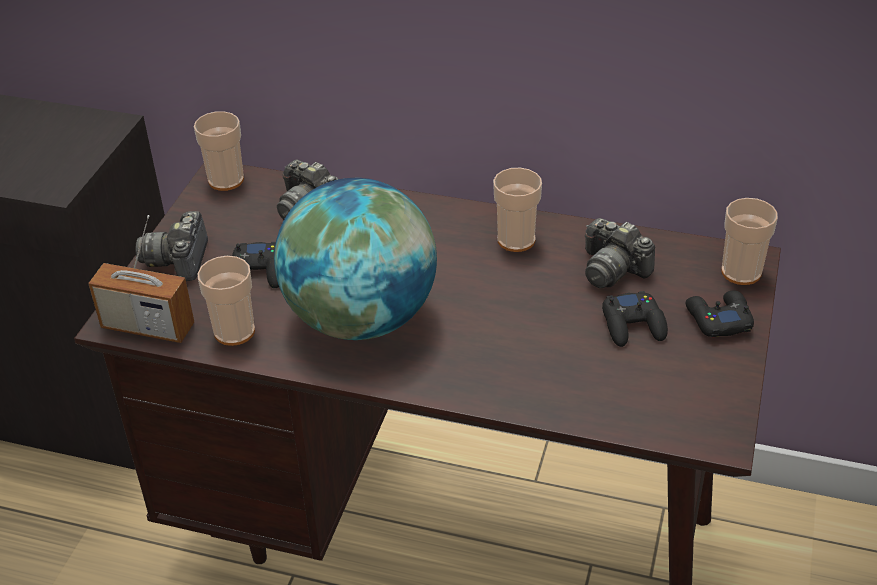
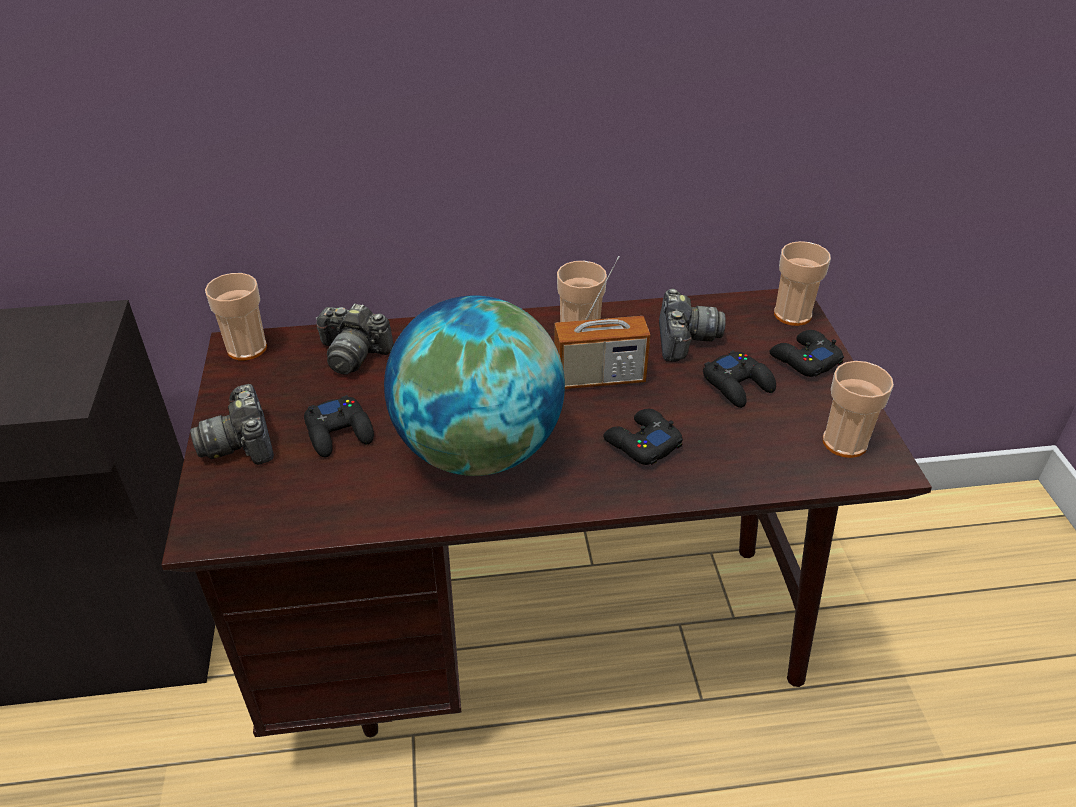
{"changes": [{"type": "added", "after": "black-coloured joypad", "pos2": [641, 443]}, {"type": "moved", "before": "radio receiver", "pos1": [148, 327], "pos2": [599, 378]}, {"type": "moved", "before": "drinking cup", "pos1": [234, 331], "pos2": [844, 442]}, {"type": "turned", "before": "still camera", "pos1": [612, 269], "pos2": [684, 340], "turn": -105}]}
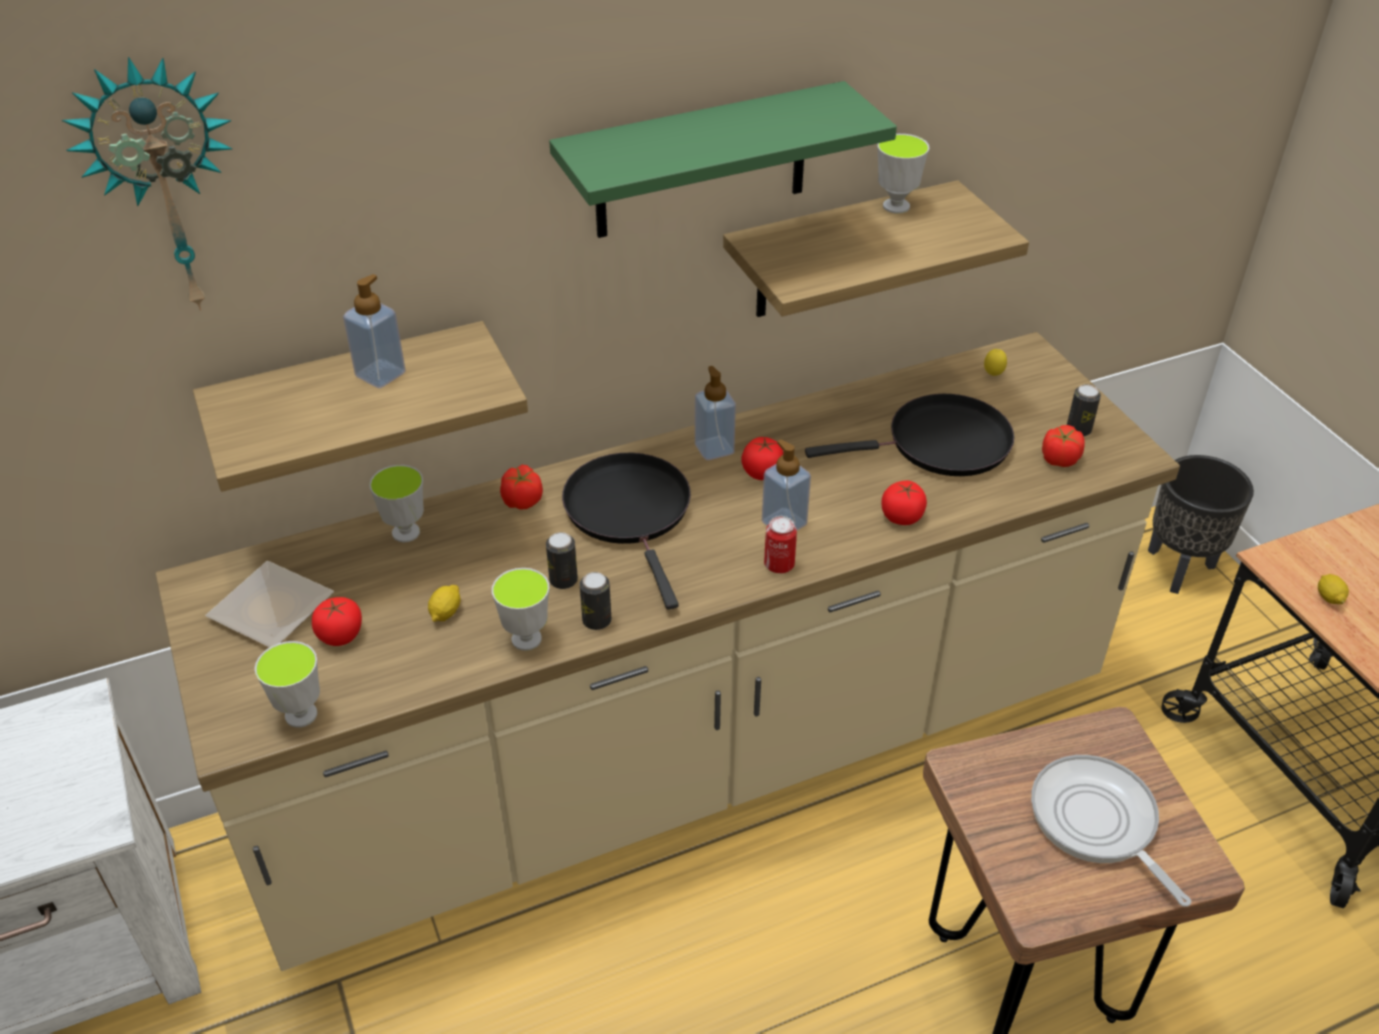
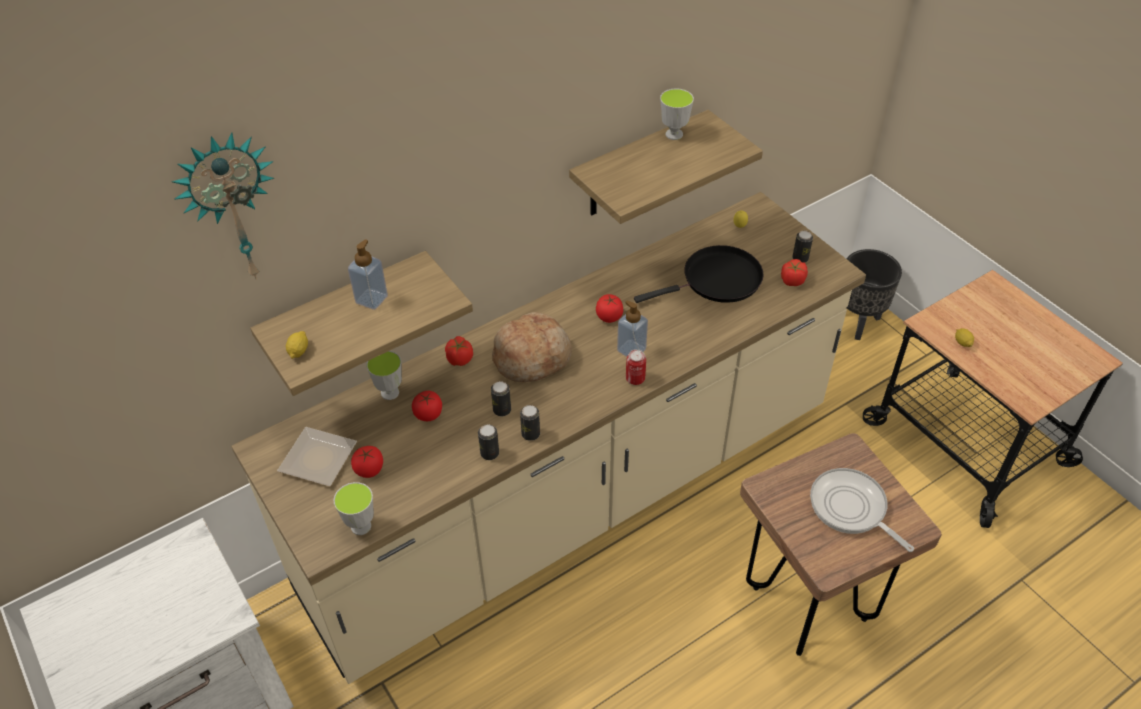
{"changes": [{"type": "removed", "before": "green bracket shelf", "pos1": [701, 162]}, {"type": "removed", "before": "soap dispenser", "pos1": [714, 448]}, {"type": "moved", "before": "lemon", "pos1": [446, 612], "pos2": [299, 351]}, {"type": "moved", "before": "whole tomato", "pos1": [902, 517], "pos2": [428, 414]}, {"type": "replaced", "before": "drinking cup", "after": "metal can", "pos1": [526, 639], "pos2": [489, 453]}, {"type": "replaced", "before": "black-coloured pan", "after": "bread", "pos1": [630, 512], "pos2": [532, 357]}]}
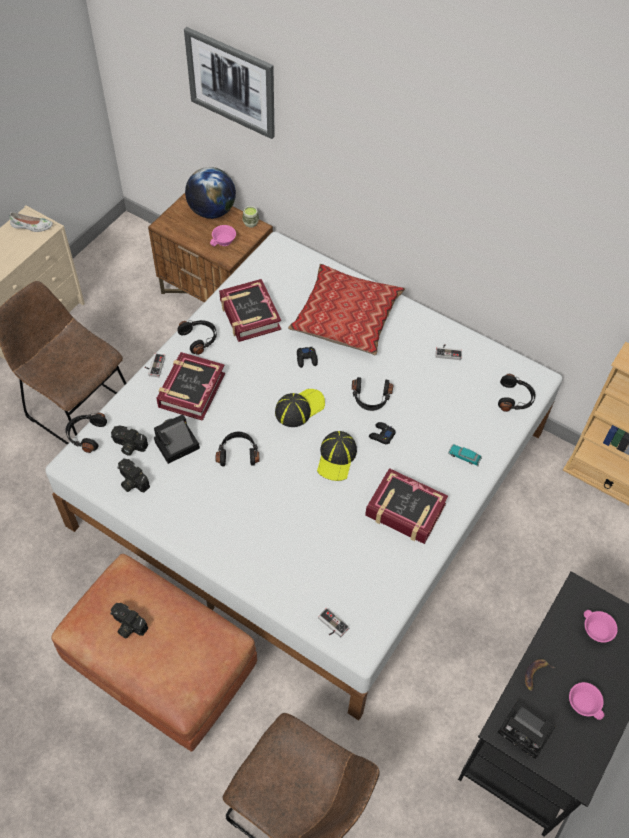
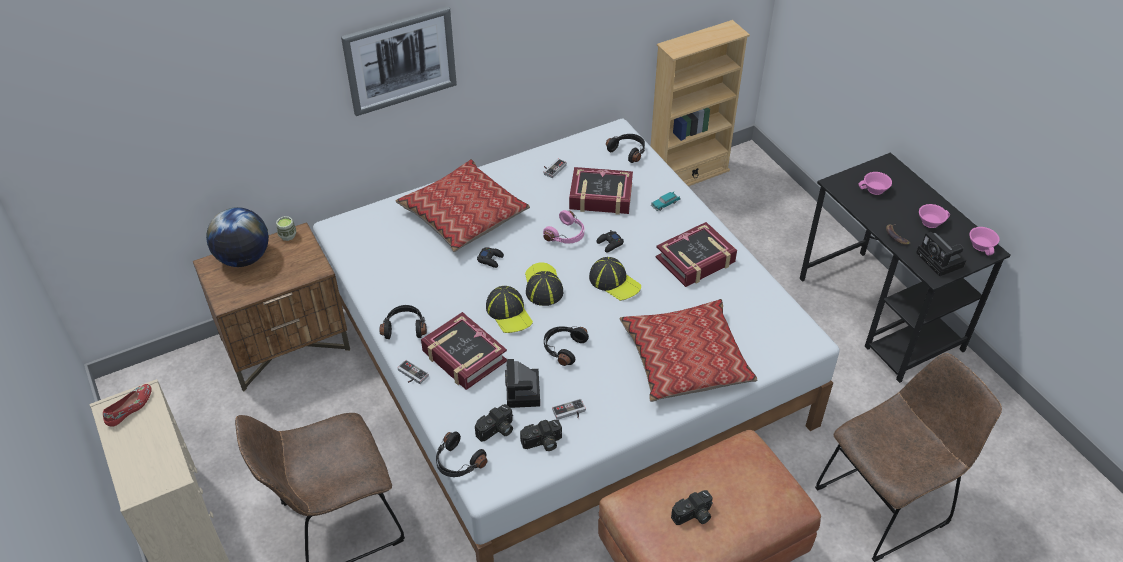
{"changes": [{"type": "added", "after": "peaked cap", "pos2": [509, 313]}, {"type": "added", "after": "cushion", "pos2": [685, 359]}, {"type": "moved", "before": "wall art", "pos1": [231, 82], "pos2": [400, 60]}, {"type": "moved", "before": "pink drinking cup", "pos1": [224, 242], "pos2": [982, 246]}, {"type": "moved", "before": "book", "pos1": [249, 315], "pos2": [600, 197]}, {"type": "moved", "before": "joypad", "pos1": [331, 625], "pos2": [570, 413]}, {"type": "recoloured", "before": "white low shoe", "after": "red-coloured low shoe", "pos1": [32, 226], "pos2": [130, 408]}, {"type": "recoloured", "before": "black-coloured headset", "after": "pink headset", "pos1": [371, 398], "pos2": [566, 235]}, {"type": "turned", "before": "still camera", "pos1": [527, 732], "pos2": [941, 261], "turn": 90}]}
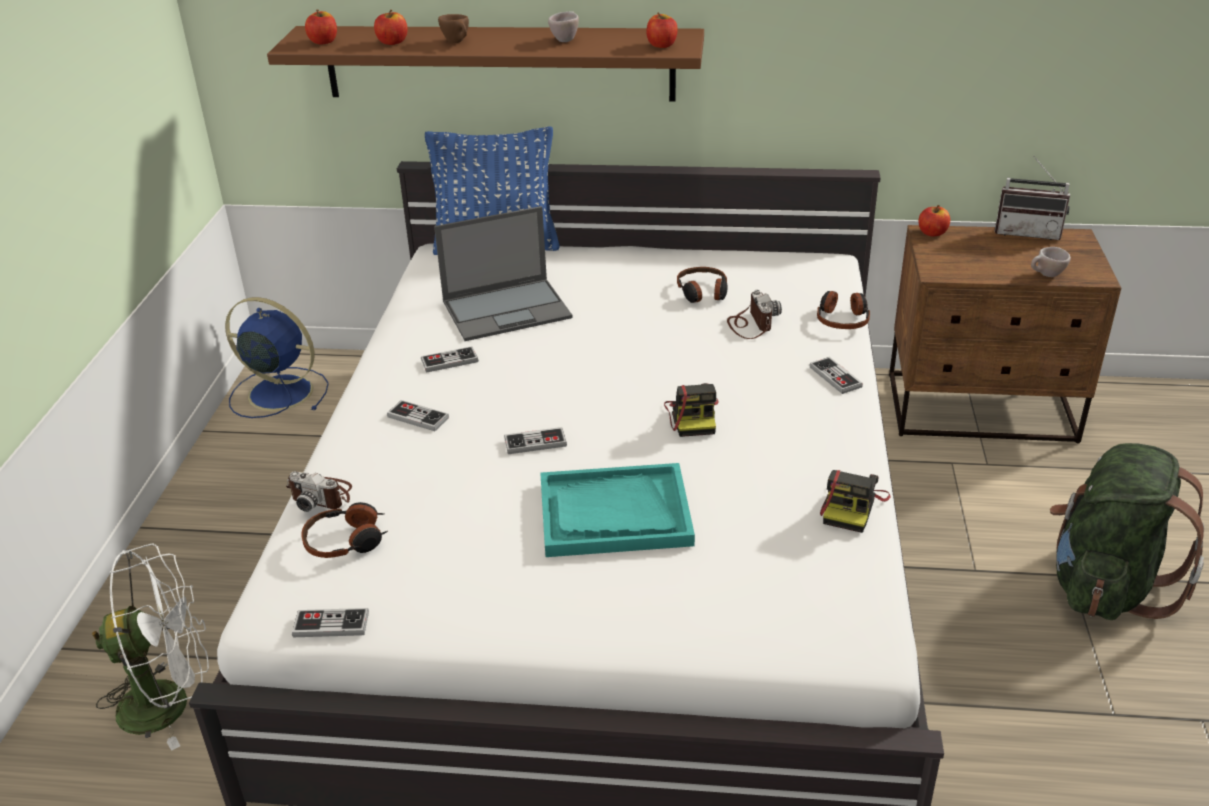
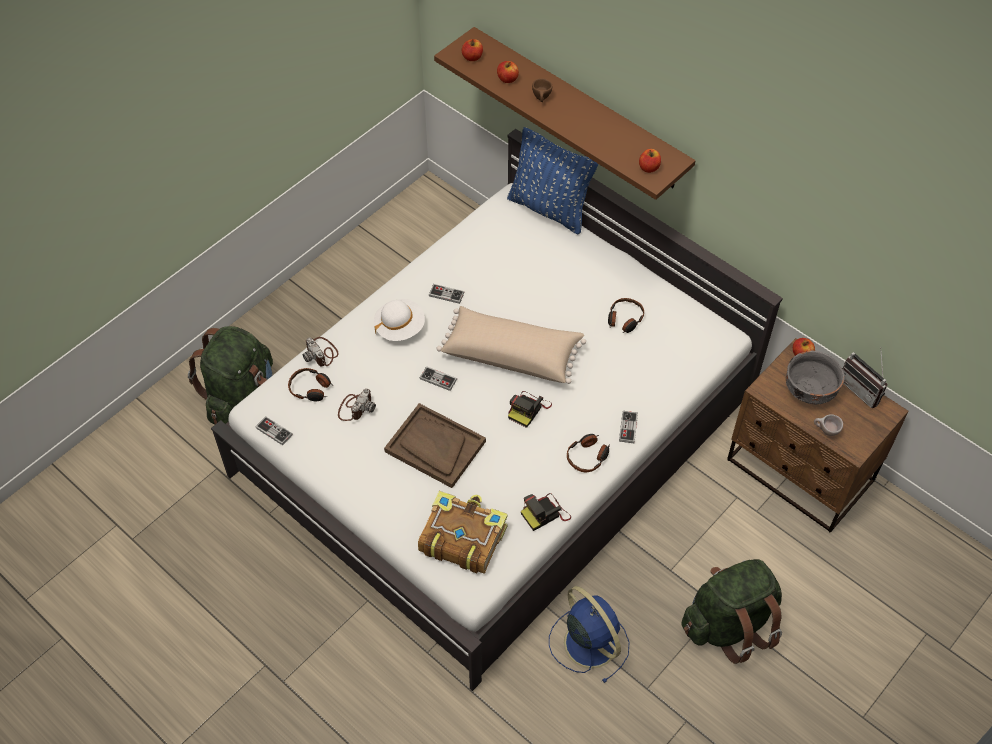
{"changes": [{"type": "removed", "before": "notebook computer", "pos1": [508, 309]}, {"type": "removed", "before": "beige-coloured drinking cup", "pos1": [566, 39]}, {"type": "added", "after": "book", "pos2": [462, 538]}, {"type": "added", "after": "beige-coloured cushion", "pos2": [511, 353]}, {"type": "added", "after": "greyish bowl", "pos2": [809, 391]}, {"type": "moved", "before": "blue fan", "pos1": [278, 392], "pos2": [588, 641]}, {"type": "moved", "before": "still camera", "pos1": [751, 324], "pos2": [355, 407]}, {"type": "moved", "before": "headset", "pos1": [842, 319], "pos2": [588, 456]}, {"type": "replaced", "before": "white fan", "after": "green backpack", "pos1": [170, 702], "pos2": [241, 397]}, {"type": "replaced", "before": "joypad", "after": "white wearable hat", "pos1": [418, 417], "pos2": [400, 327]}, {"type": "recoloured", "before": "blue-green serving tray", "after": "brown-coloured serving tray", "pos1": [614, 514], "pos2": [435, 447]}]}
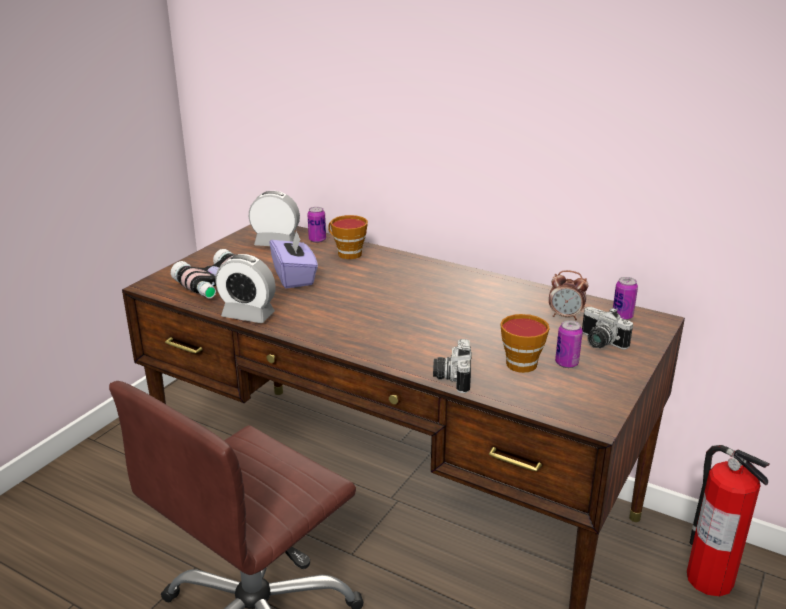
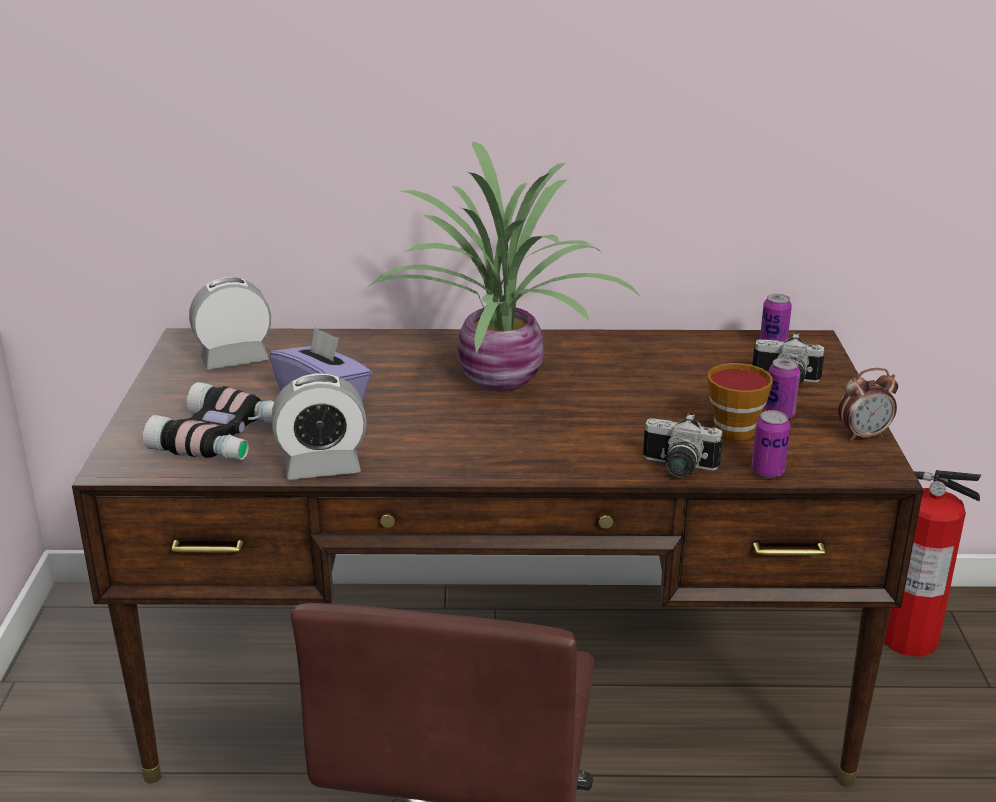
{"changes": [{"type": "removed", "before": "drinking cup", "pos1": [347, 253]}, {"type": "added", "after": "plant in a pot", "pos2": [498, 382]}, {"type": "moved", "before": "metal can", "pos1": [317, 240], "pos2": [767, 471]}, {"type": "moved", "before": "bedside clock", "pos1": [565, 316], "pos2": [863, 435]}, {"type": "turned", "before": "still camera", "pos1": [451, 377], "pos2": [677, 468], "turn": -45}]}
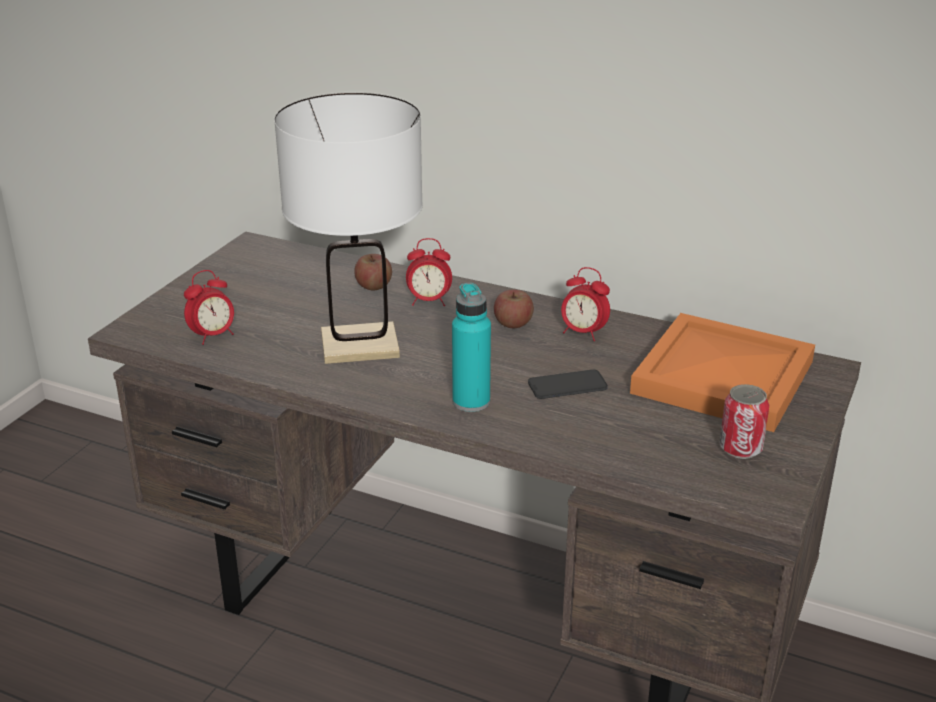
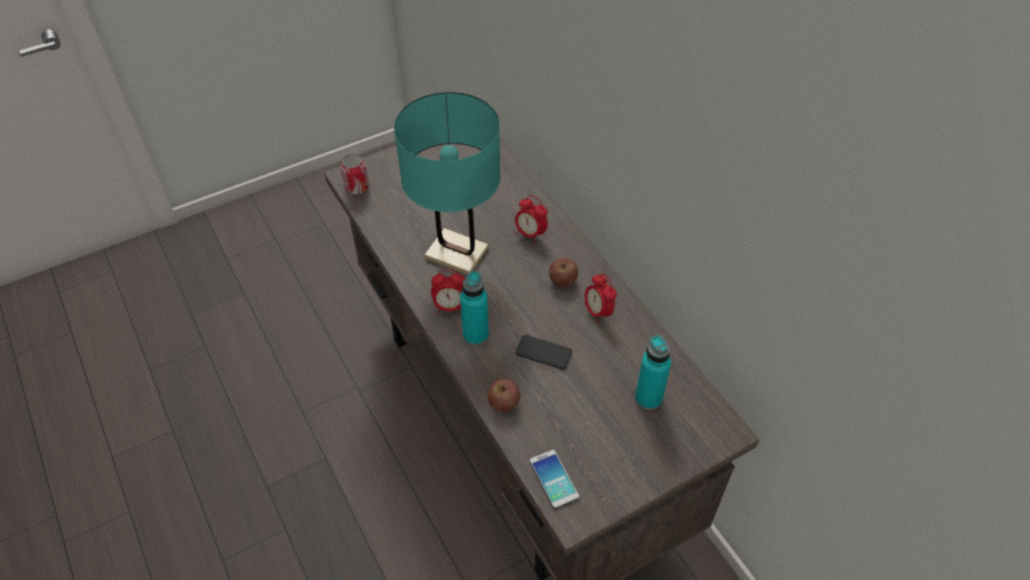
{"changes": [{"type": "added", "after": "handset", "pos2": [553, 479]}, {"type": "moved", "before": "bedside clock", "pos1": [213, 336], "pos2": [450, 307]}, {"type": "moved", "before": "whole apple", "pos1": [373, 286], "pos2": [504, 403]}, {"type": "moved", "before": "metal can", "pos1": [740, 448], "pos2": [357, 187]}, {"type": "replaced", "before": "orange-coloured serving tray", "after": "blue-green beverage bottle", "pos1": [721, 375], "pos2": [648, 398]}, {"type": "recoloured", "before": "white tabletop lamp", "after": "blue-green tabletop lamp", "pos1": [360, 345], "pos2": [457, 253]}]}
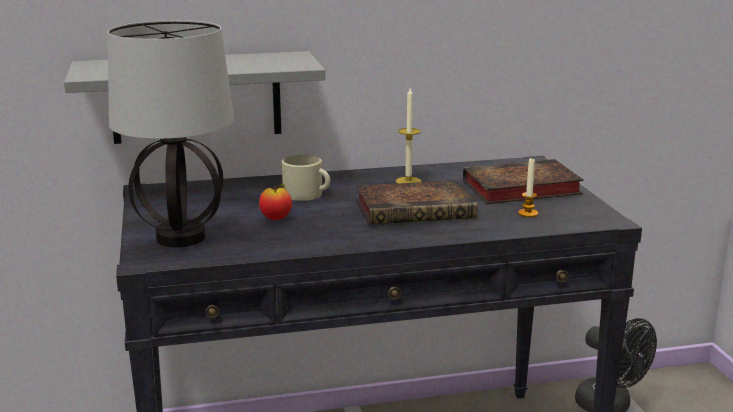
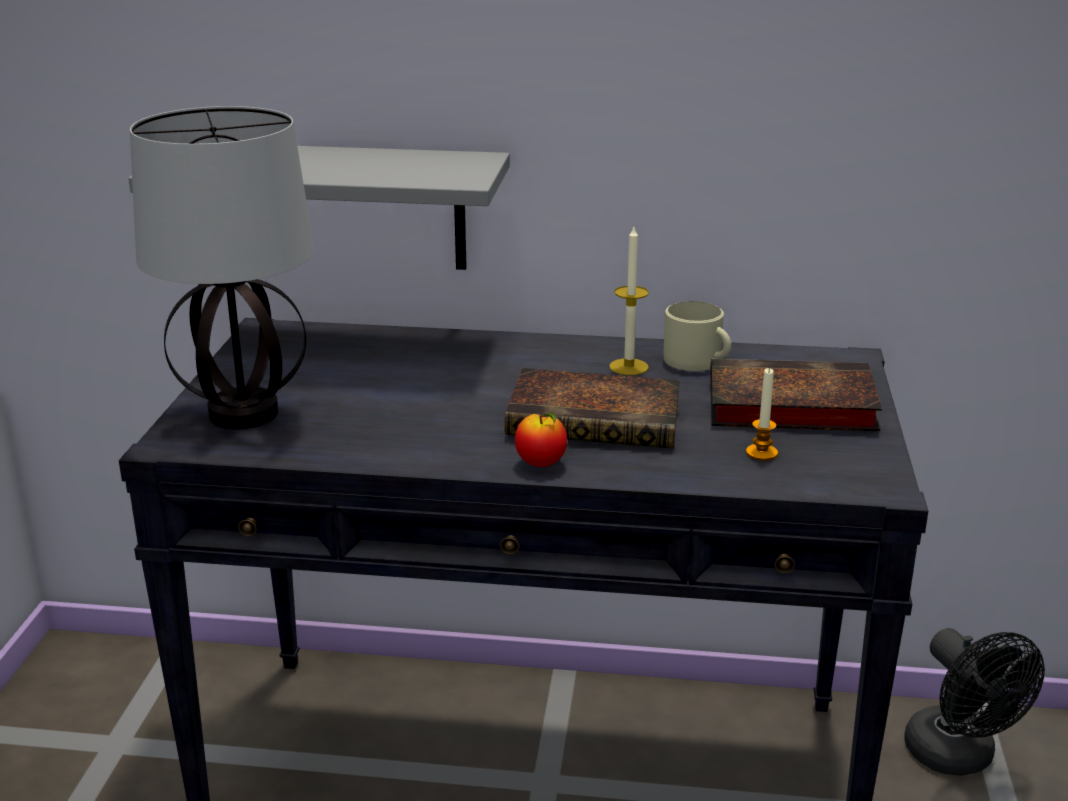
{"changes": [{"type": "moved", "before": "whole apple", "pos1": [276, 219], "pos2": [541, 464]}, {"type": "moved", "before": "beige-coloured tea mug", "pos1": [307, 194], "pos2": [698, 361]}]}
